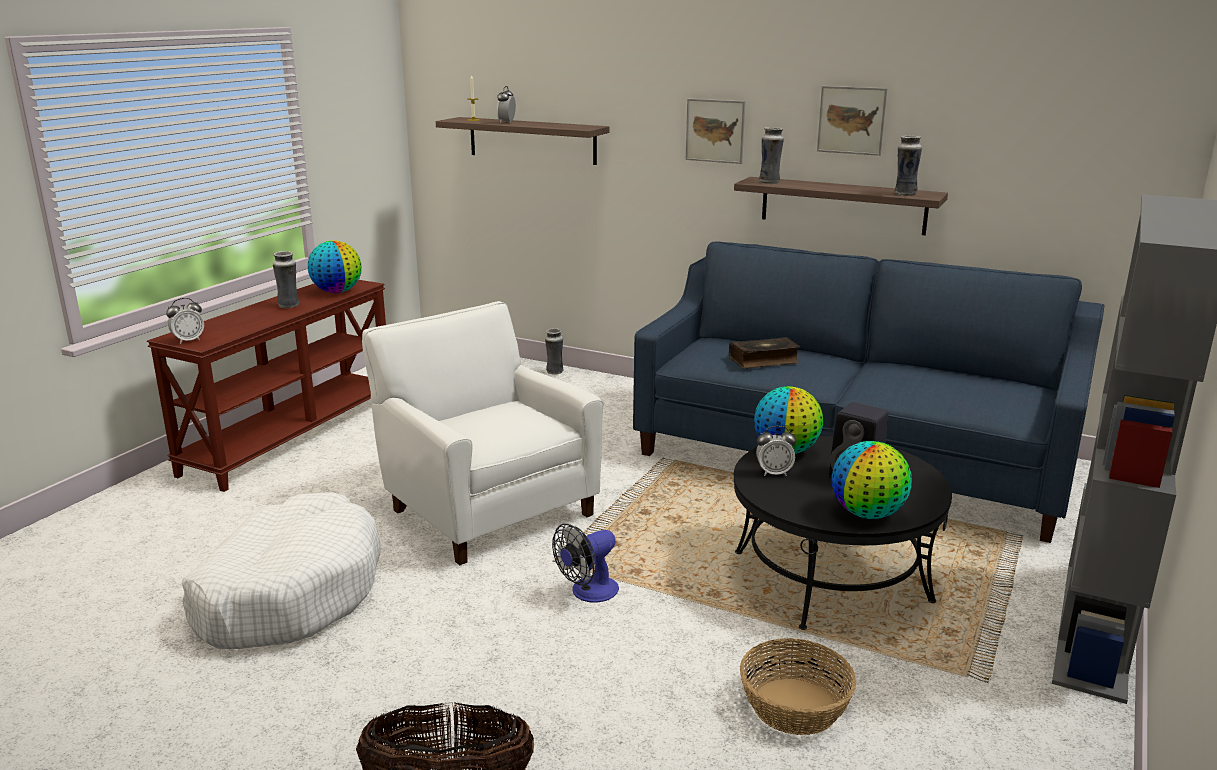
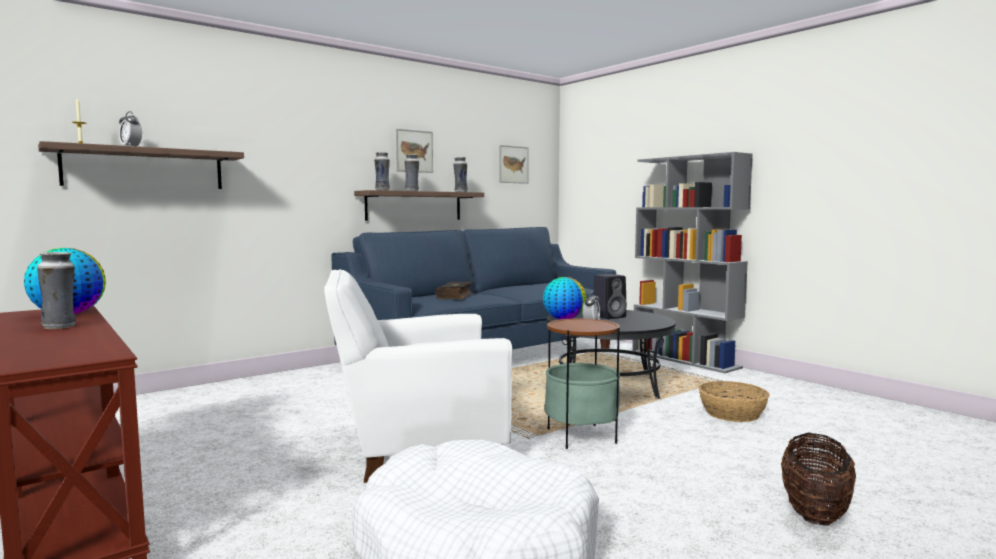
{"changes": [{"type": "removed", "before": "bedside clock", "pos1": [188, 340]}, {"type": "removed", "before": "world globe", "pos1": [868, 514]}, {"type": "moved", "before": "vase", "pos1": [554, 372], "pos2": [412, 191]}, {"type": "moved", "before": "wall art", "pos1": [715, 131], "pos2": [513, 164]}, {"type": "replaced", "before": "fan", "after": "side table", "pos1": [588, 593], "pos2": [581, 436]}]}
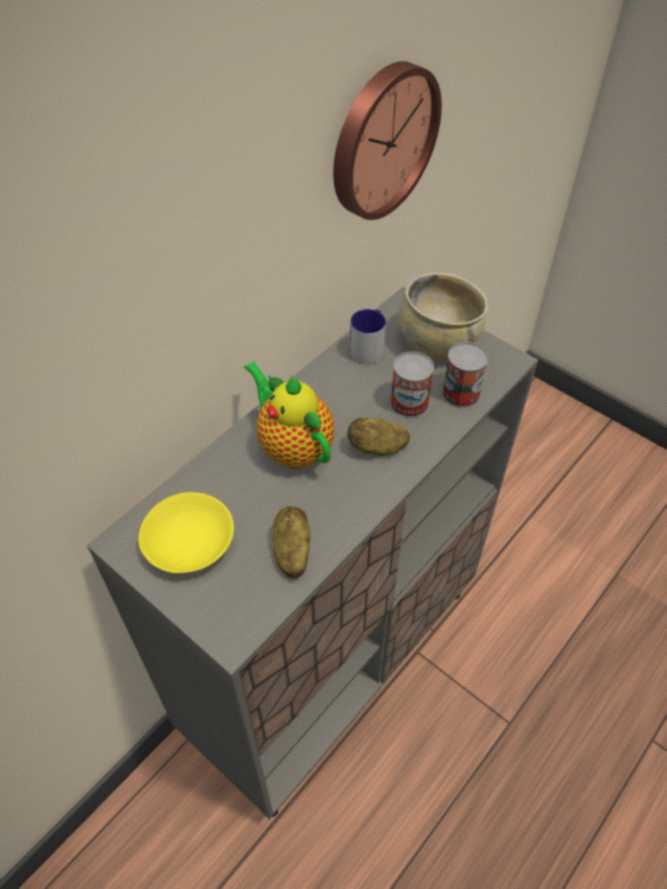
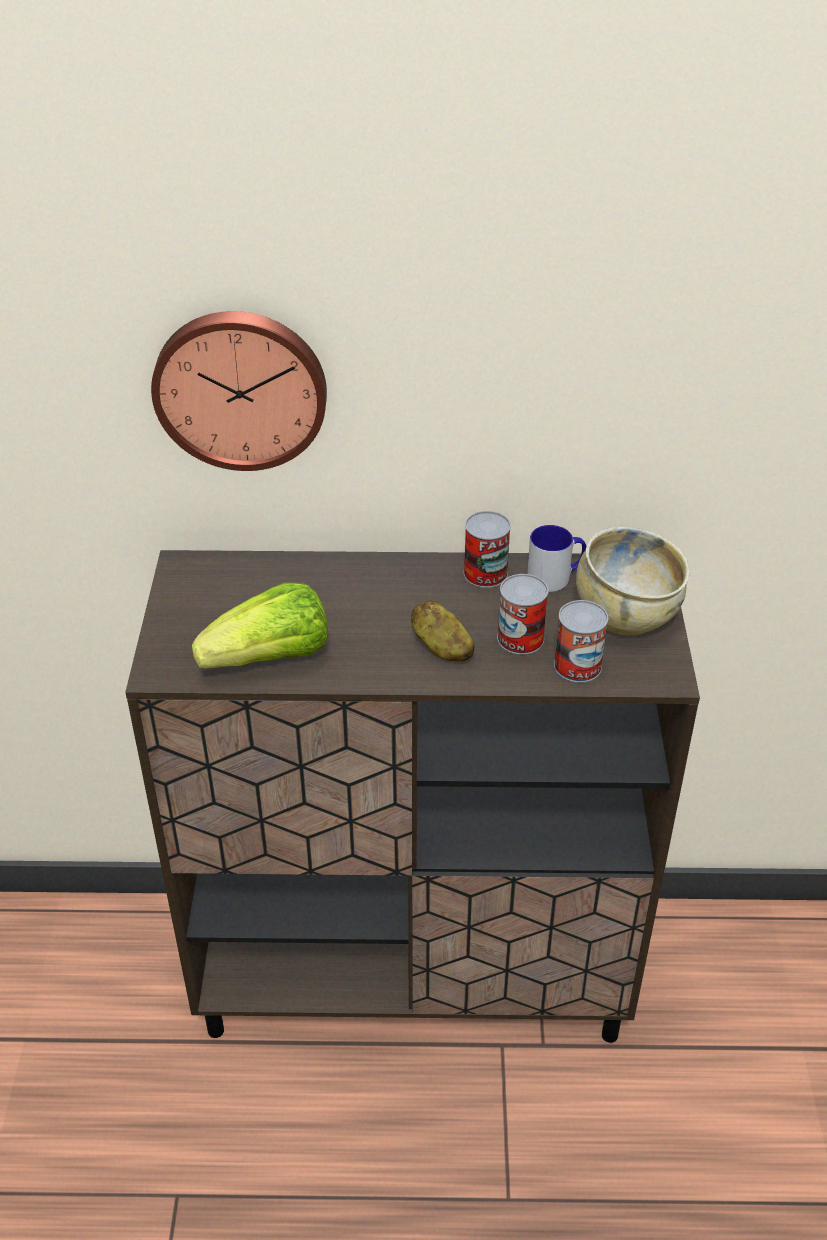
{"changes": [{"type": "removed", "before": "yellow bowl", "pos1": [188, 543]}, {"type": "removed", "before": "teapot", "pos1": [293, 446]}, {"type": "added", "after": "metal can", "pos2": [485, 573]}, {"type": "moved", "before": "clock on the wall", "pos1": [381, 140], "pos2": [241, 388]}, {"type": "replaced", "before": "potato", "after": "lettuce head", "pos1": [291, 551], "pos2": [271, 658]}, {"type": "recoloured", "before": "greyish cupboard", "after": "brown-coloured cupboard", "pos1": [334, 661], "pos2": [415, 974]}]}
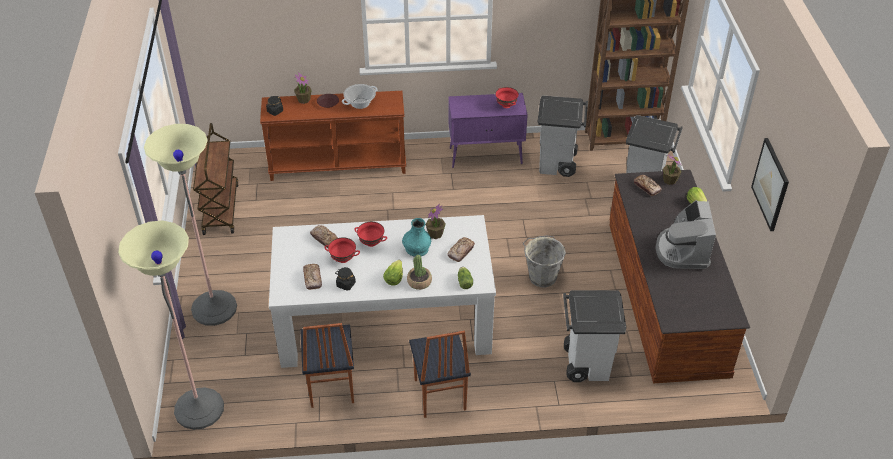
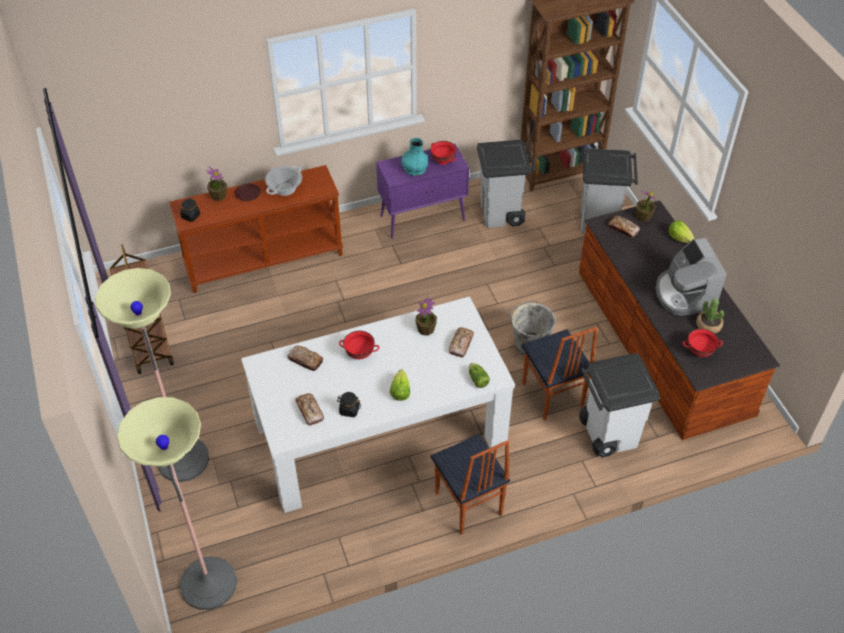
{"changes": [{"type": "removed", "before": "wall art", "pos1": [770, 184]}, {"type": "moved", "before": "plain chair", "pos1": [330, 386], "pos2": [551, 396]}, {"type": "moved", "before": "red-coloured bowl", "pos1": [343, 259], "pos2": [699, 352]}, {"type": "moved", "before": "blue-green vase", "pos1": [416, 249], "pos2": [414, 169]}, {"type": "moved", "before": "plant in a pot", "pos1": [419, 281], "pos2": [708, 325]}]}
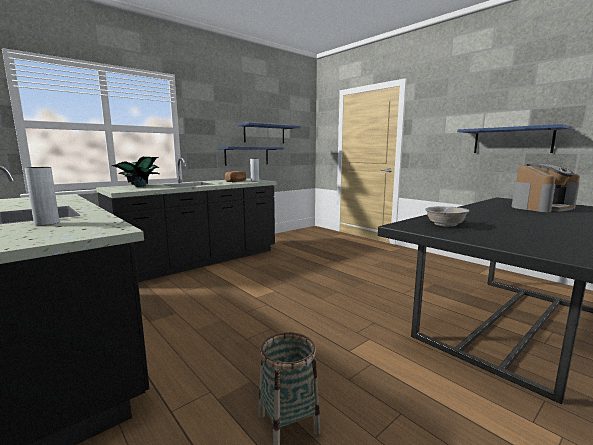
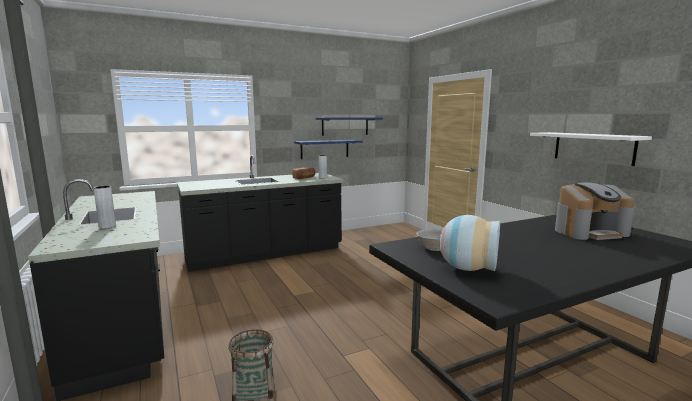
{"changes": [{"type": "removed", "before": "plant in a pot", "pos1": [139, 186]}, {"type": "added", "after": "vase", "pos2": [467, 268]}, {"type": "recoloured", "before": "blue bracket shelf", "after": "white bracket shelf", "pos1": [512, 140], "pos2": [593, 148]}]}
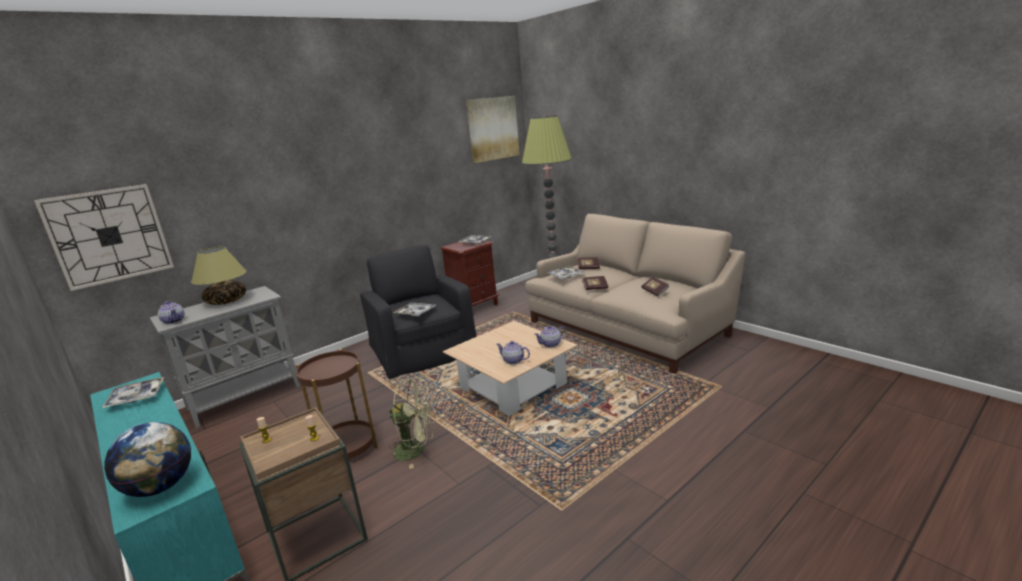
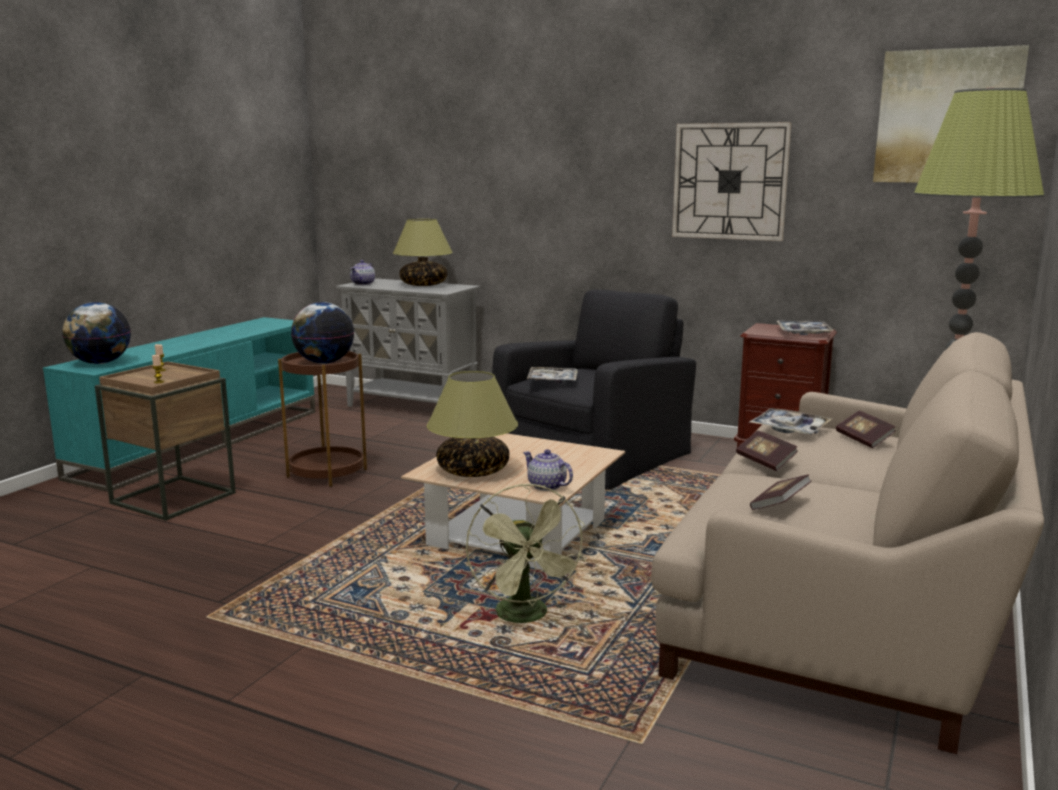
{"changes": [{"type": "removed", "before": "serving tray", "pos1": [136, 397]}, {"type": "added", "after": "world globe", "pos2": [324, 362]}, {"type": "moved", "before": "clock on the wall", "pos1": [109, 236], "pos2": [730, 181]}, {"type": "moved", "before": "green fan", "pos1": [416, 451], "pos2": [527, 617]}, {"type": "replaced", "before": "teapot", "after": "tabletop lamp", "pos1": [513, 361], "pos2": [472, 471]}]}
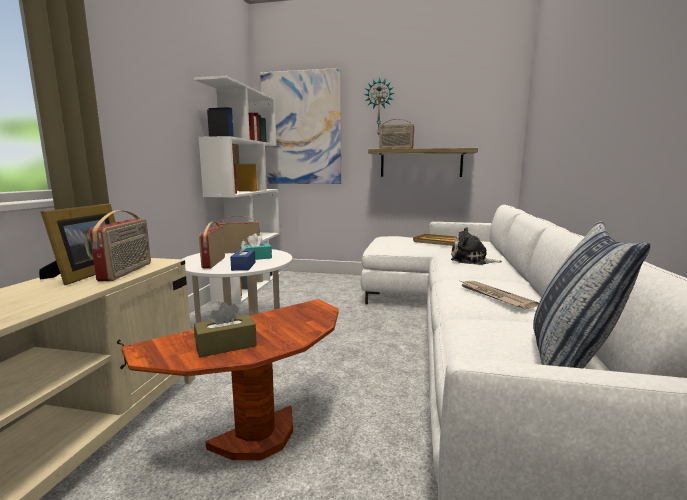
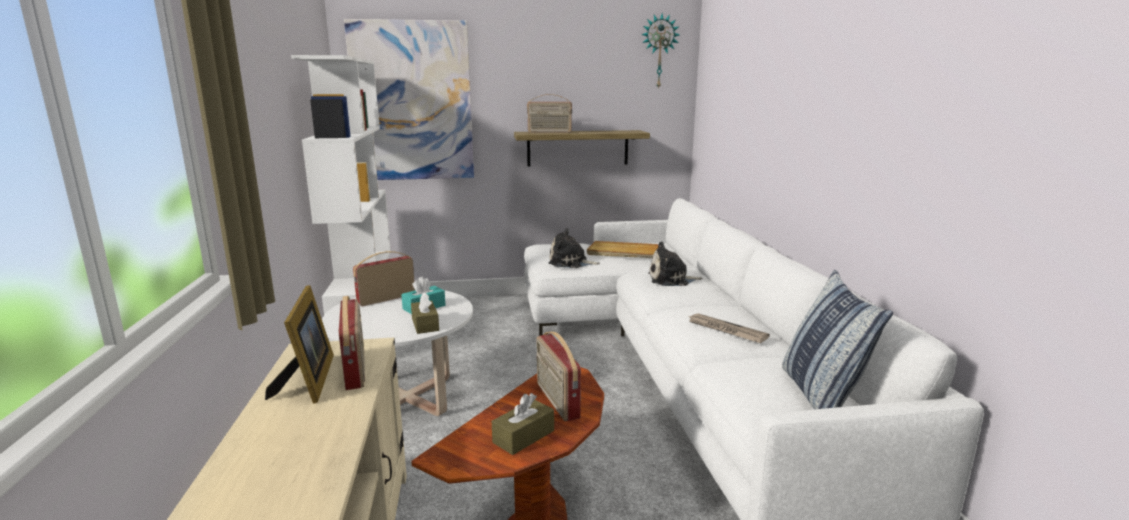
{"changes": [{"type": "added", "after": "cuddly toy", "pos2": [570, 263]}, {"type": "moved", "before": "radio receiver", "pos1": [213, 262], "pos2": [556, 401]}, {"type": "moved", "before": "clock on the wall", "pos1": [379, 107], "pos2": [659, 51]}, {"type": "recoloured", "before": "blue tissue holder", "after": "brown-coloured tissue holder", "pos1": [243, 266], "pos2": [425, 324]}]}
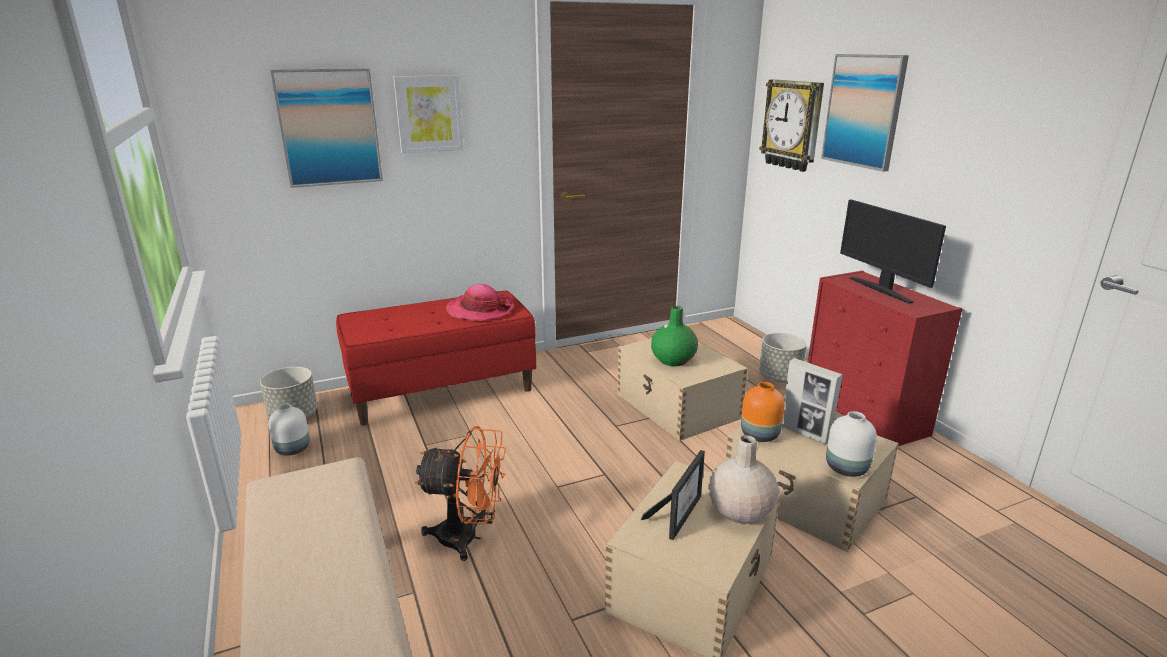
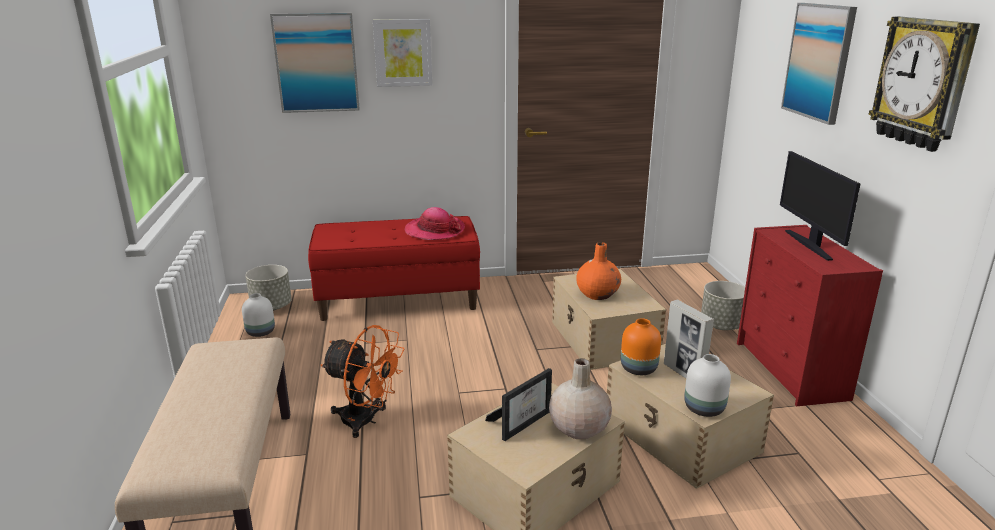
{"changes": [{"type": "moved", "before": "clock on the wall", "pos1": [793, 125], "pos2": [923, 82]}, {"type": "recoloured", "before": "green vase", "after": "orange-coloured vase", "pos1": [673, 360], "pos2": [598, 294]}]}
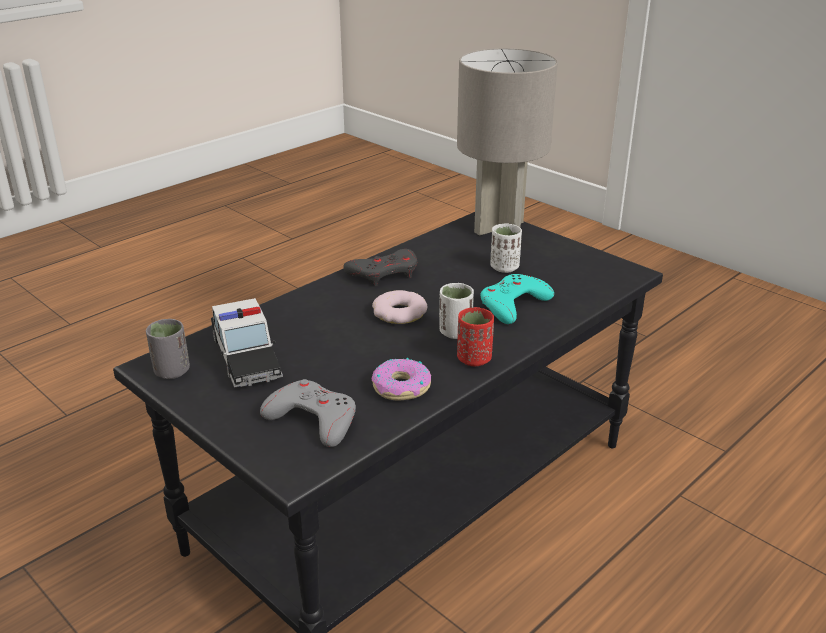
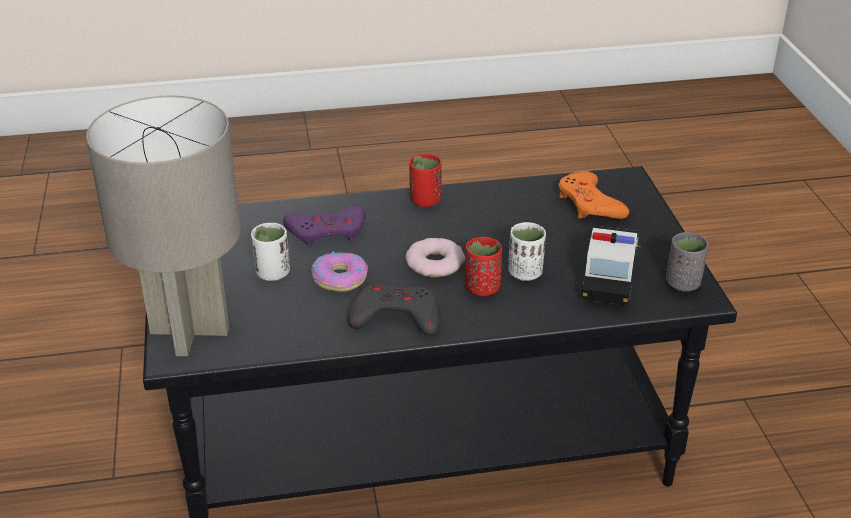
{"changes": [{"type": "added", "after": "red-coloured drinking cup", "pos2": [482, 288]}, {"type": "moved", "before": "donut", "pos1": [401, 387], "pos2": [339, 278]}, {"type": "moved", "before": "white drinking cup", "pos1": [455, 332], "pos2": [525, 273]}, {"type": "recoloured", "before": "greyish joypad", "after": "orange-coloured joypad", "pos1": [313, 419], "pos2": [589, 204]}, {"type": "recoloured", "before": "blue-green joypad", "after": "purplish joypad", "pos1": [513, 304], "pos2": [327, 232]}]}
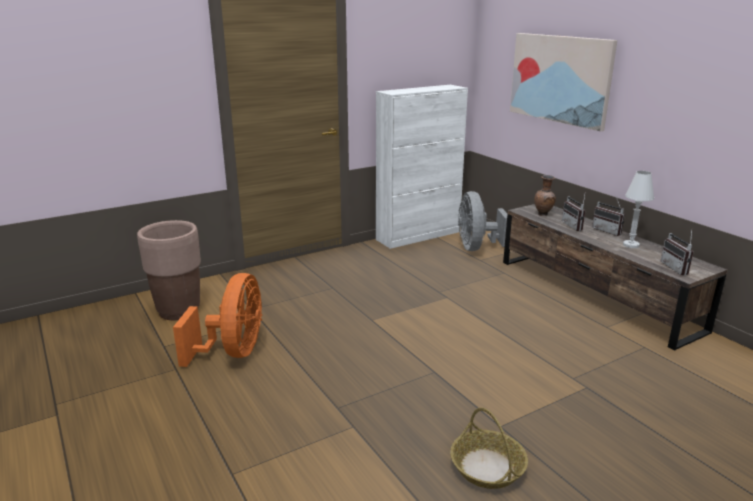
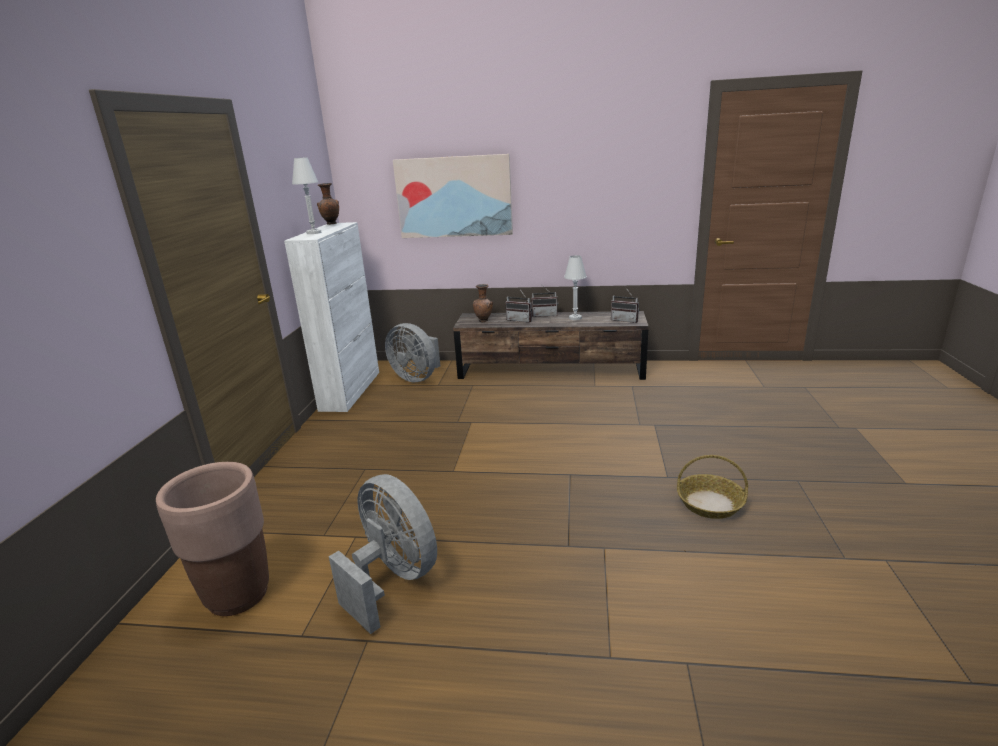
{"changes": [{"type": "added", "after": "white tabletop lamp", "pos2": [314, 233]}, {"type": "added", "after": "brown-coloured vase", "pos2": [331, 224]}, {"type": "recoloured", "before": "orange-coloured fan", "after": "greyish fan", "pos1": [233, 352], "pos2": [393, 579]}]}
